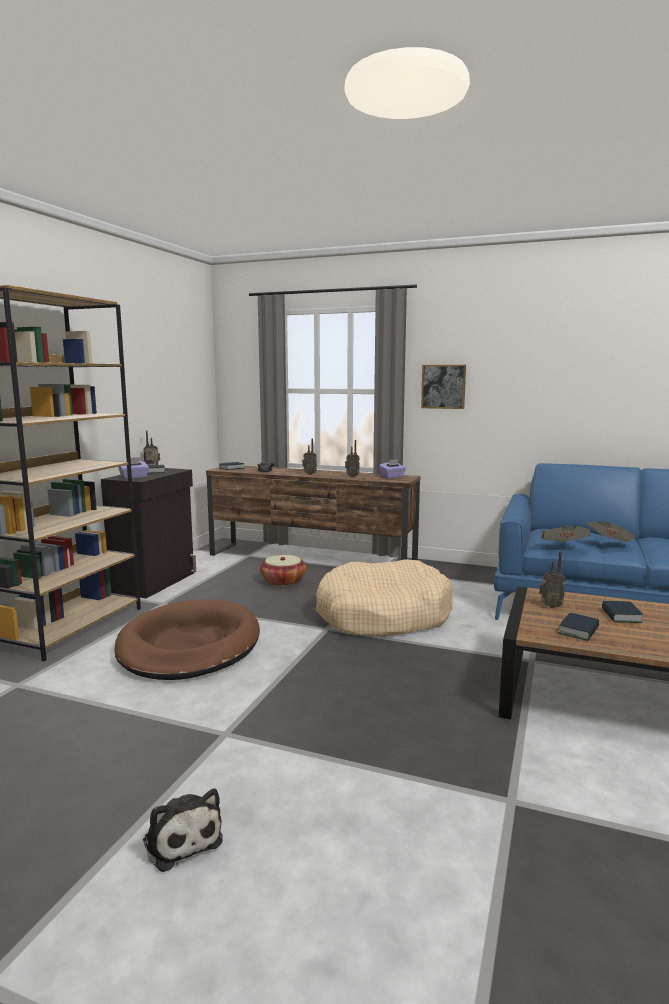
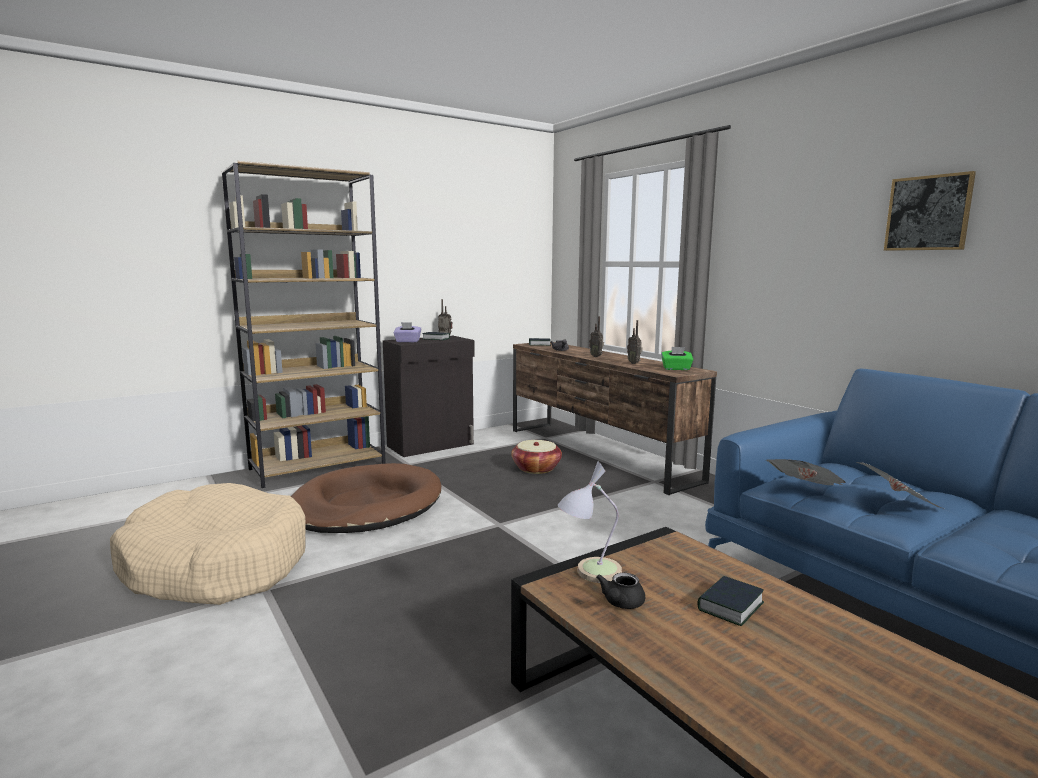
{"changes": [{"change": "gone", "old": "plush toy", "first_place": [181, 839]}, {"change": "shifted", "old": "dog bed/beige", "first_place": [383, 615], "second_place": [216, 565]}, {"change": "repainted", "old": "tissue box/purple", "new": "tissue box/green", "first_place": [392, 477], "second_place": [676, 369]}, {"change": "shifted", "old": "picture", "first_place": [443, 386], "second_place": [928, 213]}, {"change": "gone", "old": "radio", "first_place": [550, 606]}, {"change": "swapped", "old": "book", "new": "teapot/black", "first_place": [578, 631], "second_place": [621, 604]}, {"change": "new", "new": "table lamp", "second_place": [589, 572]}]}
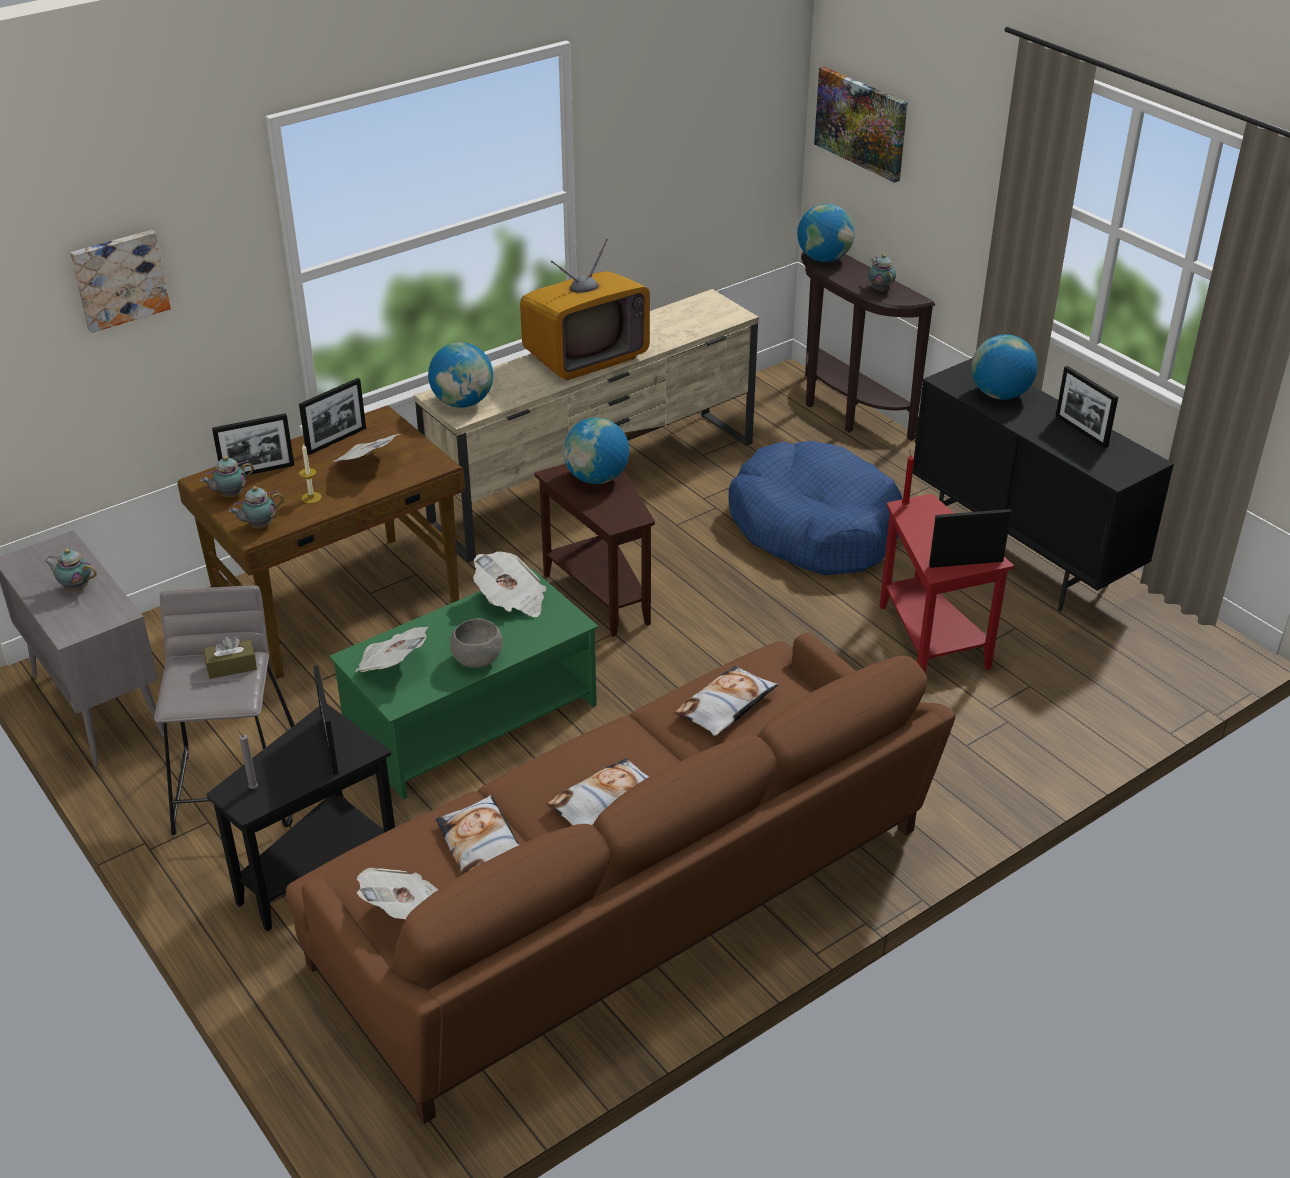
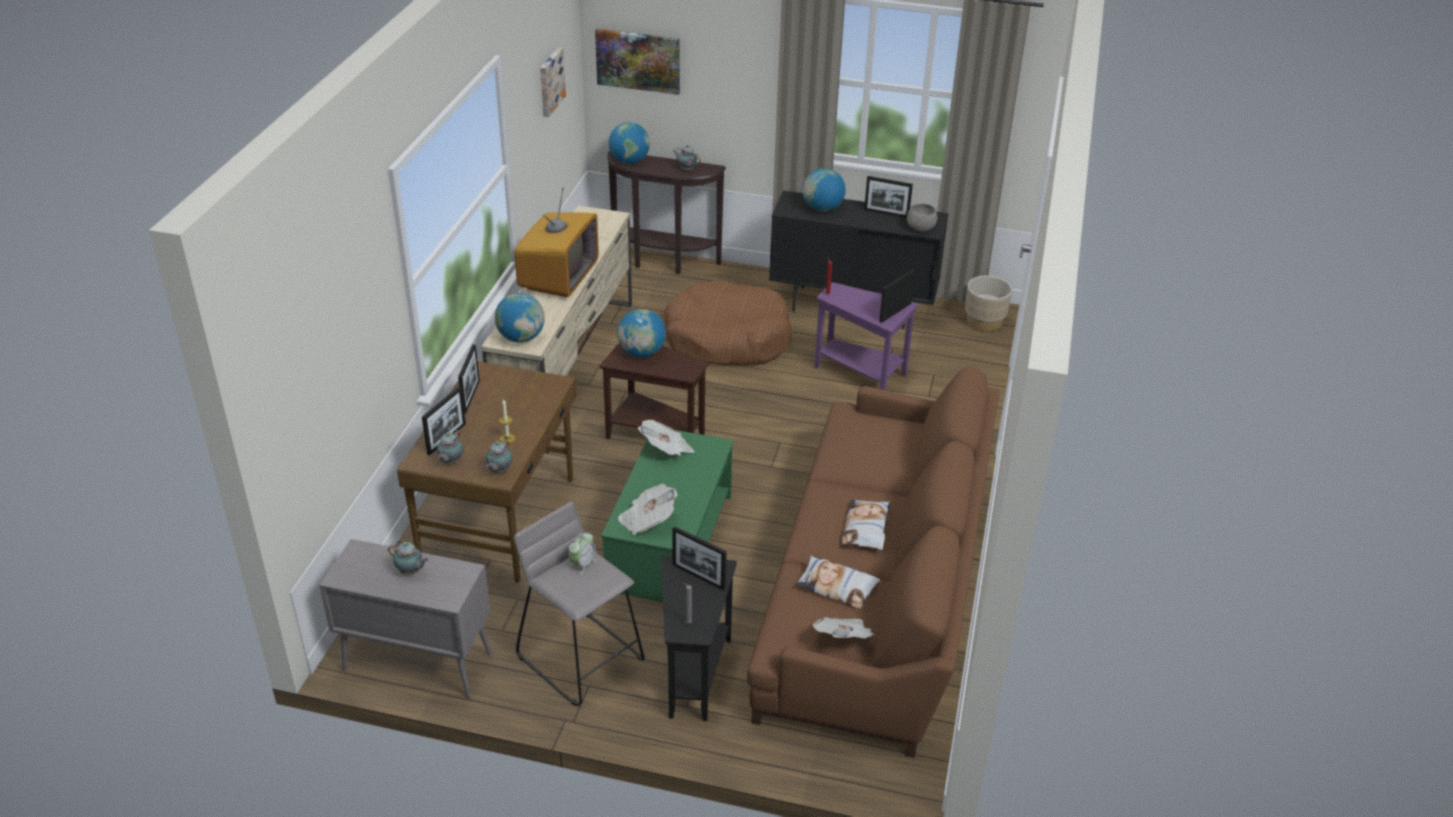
{"changes": [{"change": "rotated", "old": "teapot", "first_place": [75, 588], "second_place": [410, 572], "degrees": -135}, {"change": "shifted", "old": "picture", "first_place": [119, 279], "second_place": [550, 81]}, {"change": "swapped", "old": "tissue box/brown", "new": "alarm clock", "first_place": [231, 666], "second_place": [582, 564]}, {"change": "gone", "old": "newspaper", "first_place": [367, 464]}, {"change": "shifted", "old": "bowl/grey", "first_place": [476, 659], "second_place": [920, 228]}, {"change": "gone", "old": "pillow", "first_place": [726, 707]}, {"change": "repainted", "old": "dog bed/blue", "new": "dog bed/brown", "first_place": [814, 527], "second_place": [727, 339]}, {"change": "repainted", "old": "side table/red", "new": "side table/purple", "first_place": [929, 644], "second_place": [861, 376]}, {"change": "new", "new": "planter/beige", "second_place": [984, 322]}]}
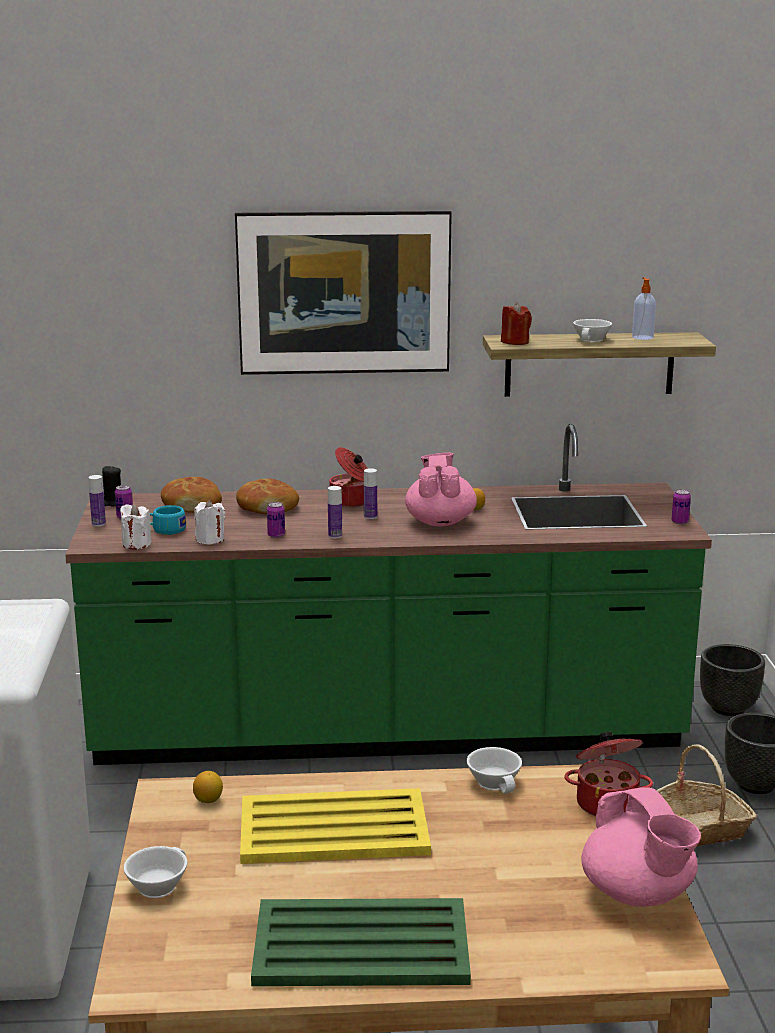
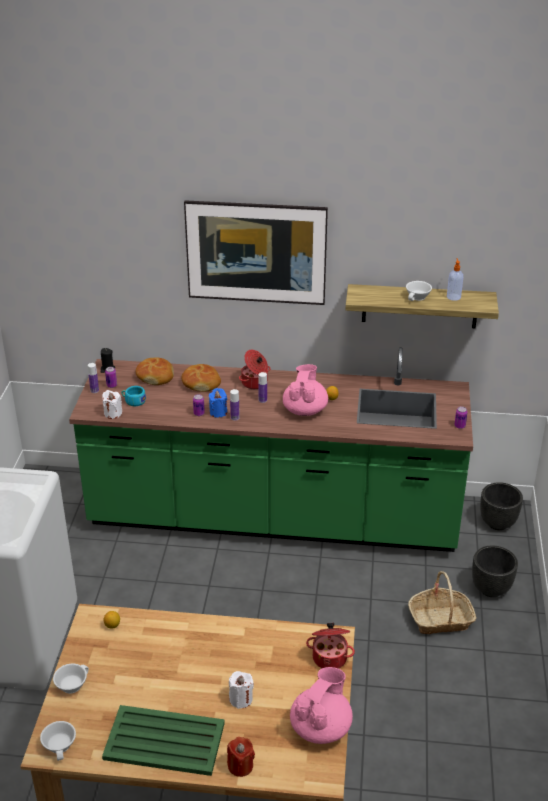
{"changes": [{"change": "shifted", "old": "candle/white", "first_place": [210, 539], "second_place": [241, 699]}, {"change": "gone", "old": "tray/yellow", "first_place": [331, 828]}, {"change": "shifted", "old": "cup/white", "first_place": [496, 782], "second_place": [61, 745]}, {"change": "shifted", "old": "candle/red", "first_place": [515, 342], "second_place": [240, 766]}, {"change": "rotated", "old": "teapot/pink", "first_place": [638, 894], "second_place": [321, 727], "degrees": -135}, {"change": "new", "new": "candle/blue", "second_place": [218, 412]}]}
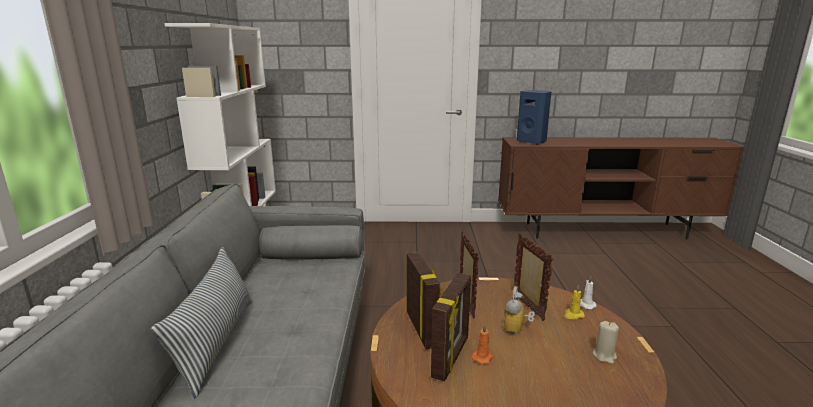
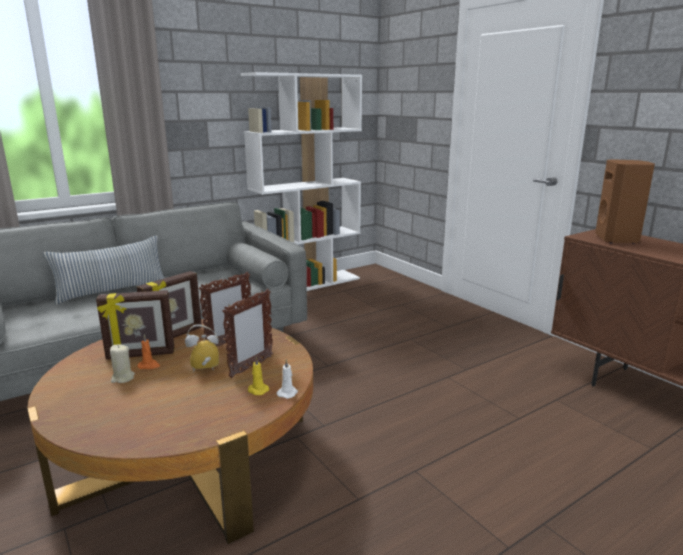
{"changes": [{"change": "repainted", "old": "speaker/blue", "new": "speaker/brown", "first_place": [532, 142], "second_place": [617, 239]}, {"change": "shifted", "old": "candle/beige", "first_place": [604, 355], "second_place": [122, 378]}]}
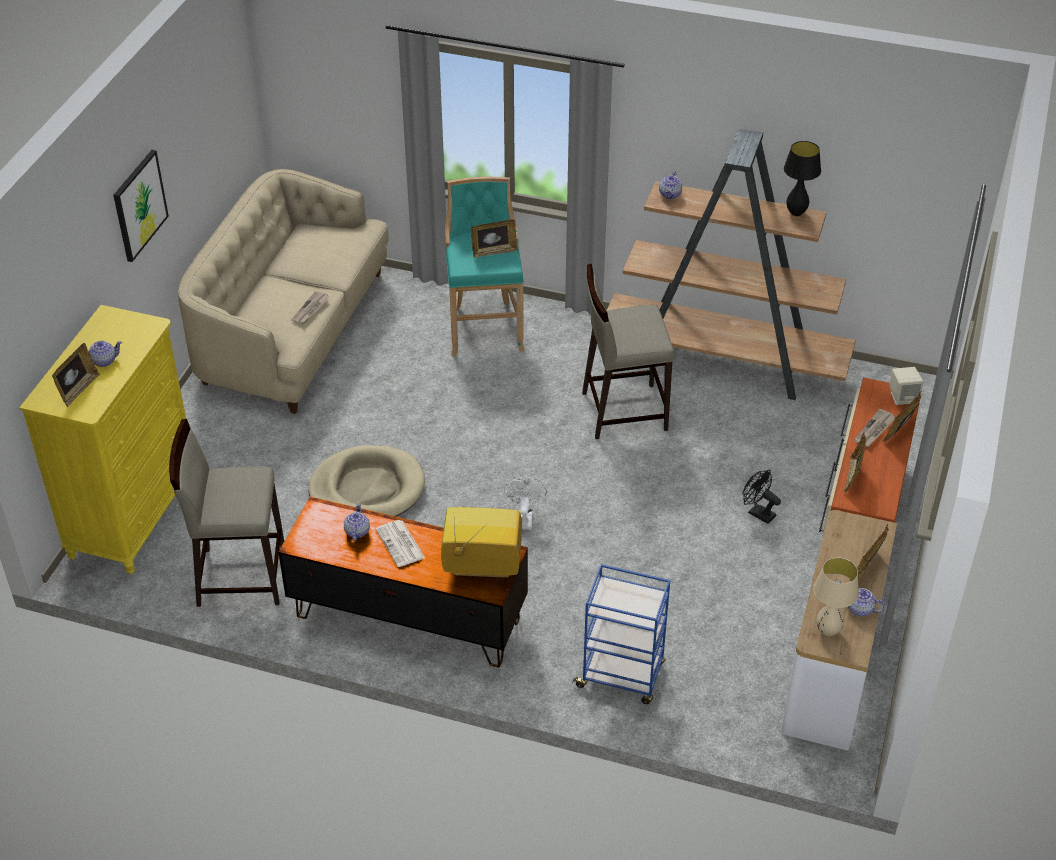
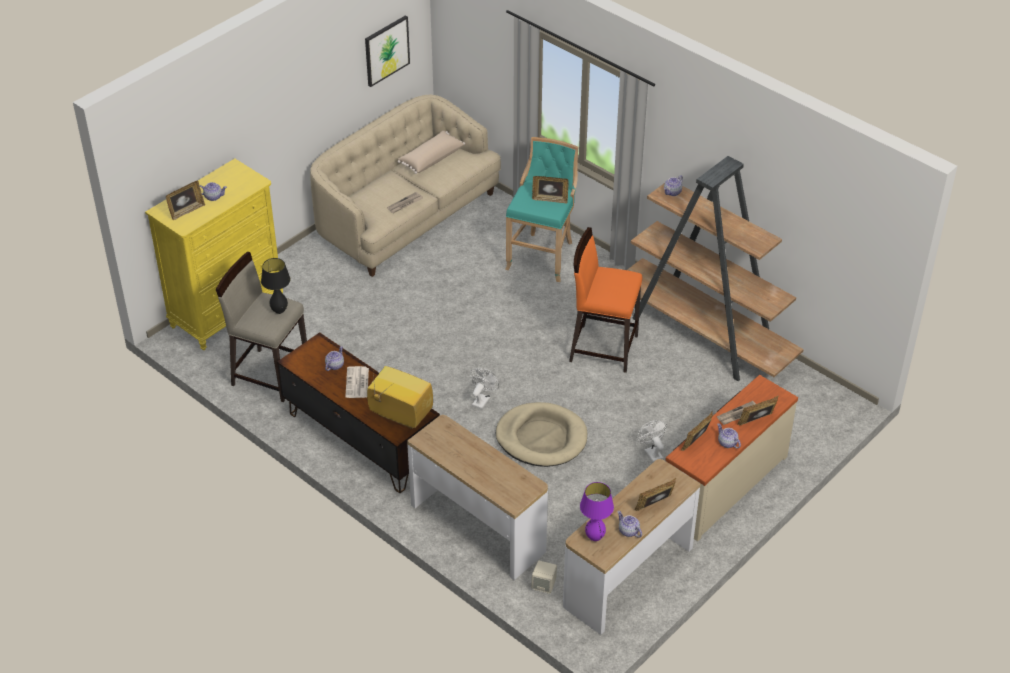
{"changes": [{"change": "shifted", "old": "picture", "first_place": [139, 205], "second_place": [386, 50]}, {"change": "shifted", "old": "dog bed/beige", "first_place": [367, 489], "second_place": [541, 438]}, {"change": "swapped", "old": "cart/blue", "new": "console table", "first_place": [621, 675], "second_place": [478, 528]}, {"change": "repainted", "old": "stool/beige", "new": "stool/orange", "first_place": [623, 411], "second_place": [603, 348]}, {"change": "repainted", "old": "fan/black", "new": "fan/white", "first_place": [758, 513], "second_place": [651, 452]}, {"change": "shifted", "old": "table lamp/black", "first_place": [796, 213], "second_place": [279, 311]}, {"change": "repainted", "old": "table lamp/beige", "new": "table lamp/purple", "first_place": [827, 631], "second_place": [594, 537]}, {"change": "shifted", "old": "speaker/beige", "first_place": [903, 397], "second_place": [544, 585]}, {"change": "new", "new": "pillow/beige", "second_place": [431, 158]}, {"change": "new", "new": "teapot", "second_place": [727, 443]}]}
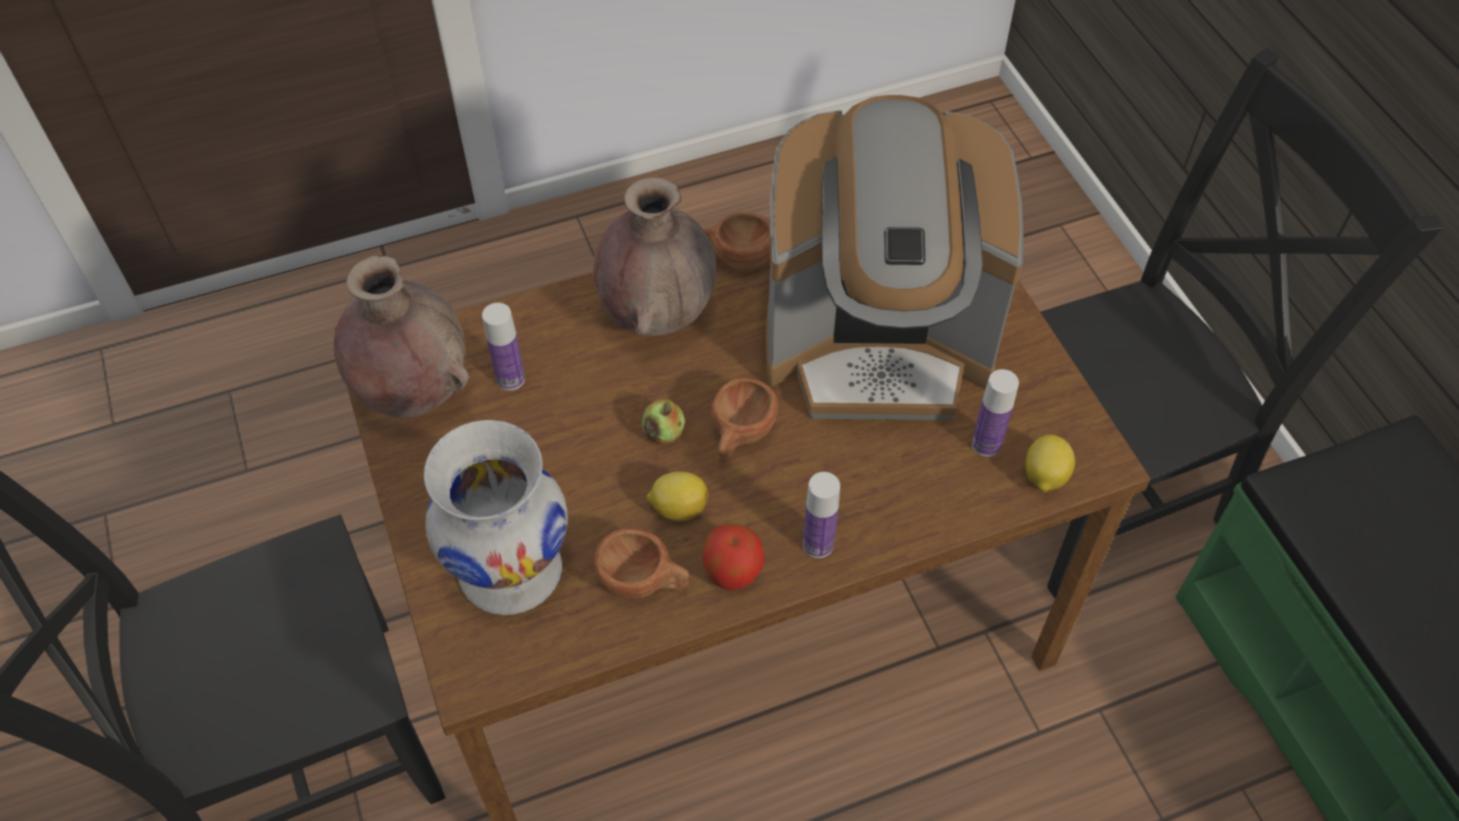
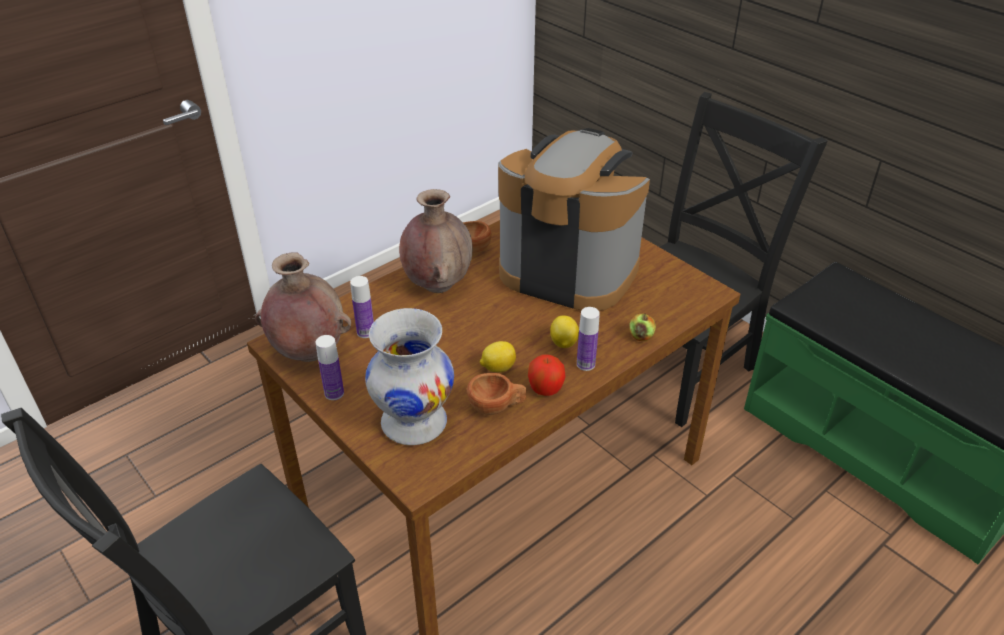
{"changes": [{"change": "shifted", "old": "apple", "first_place": [664, 433], "second_place": [641, 336]}, {"change": "gone", "old": "cup/brown", "first_place": [739, 436]}, {"change": "rotated", "old": "coffee machine", "first_place": [877, 346], "second_place": [567, 270], "degrees": -135}, {"change": "shifted", "old": "bottle", "first_place": [986, 444], "second_place": [334, 393]}, {"change": "shifted", "old": "lemon", "first_place": [1044, 477], "second_place": [563, 343]}]}
